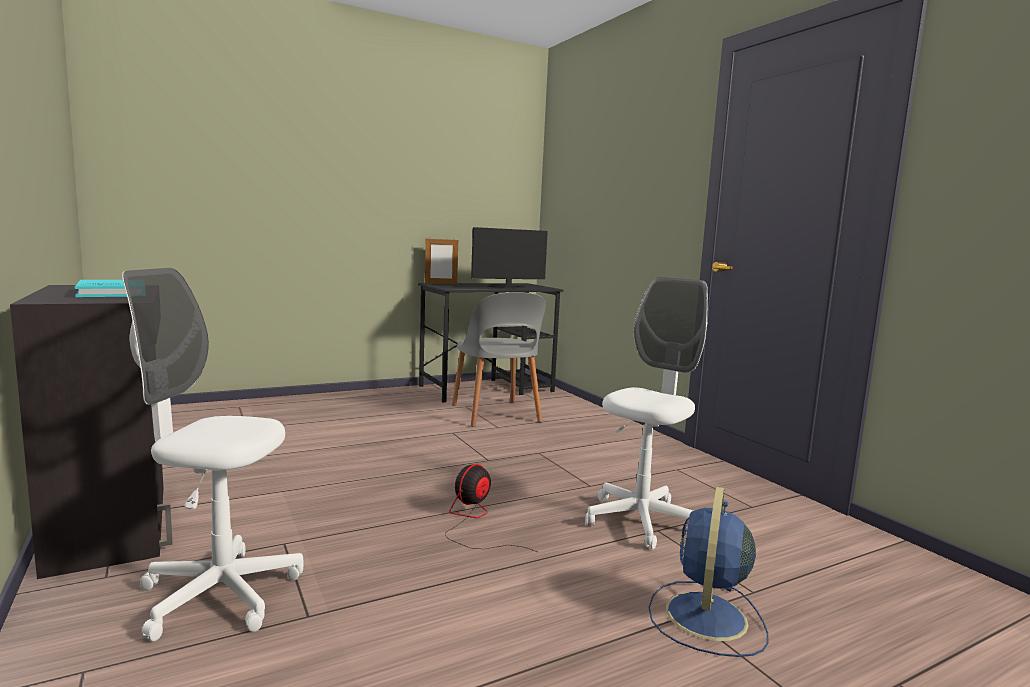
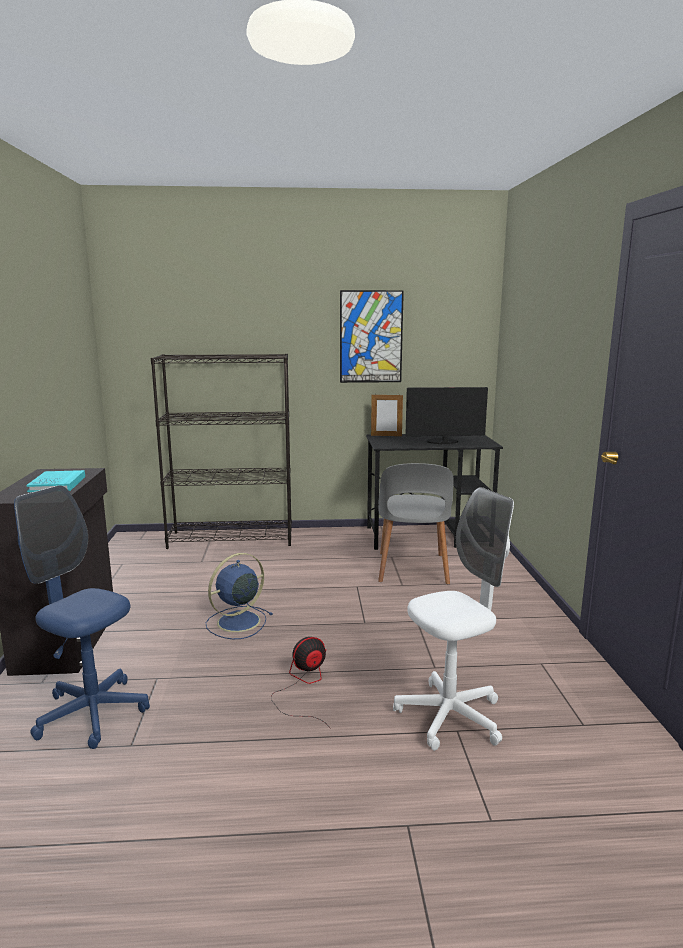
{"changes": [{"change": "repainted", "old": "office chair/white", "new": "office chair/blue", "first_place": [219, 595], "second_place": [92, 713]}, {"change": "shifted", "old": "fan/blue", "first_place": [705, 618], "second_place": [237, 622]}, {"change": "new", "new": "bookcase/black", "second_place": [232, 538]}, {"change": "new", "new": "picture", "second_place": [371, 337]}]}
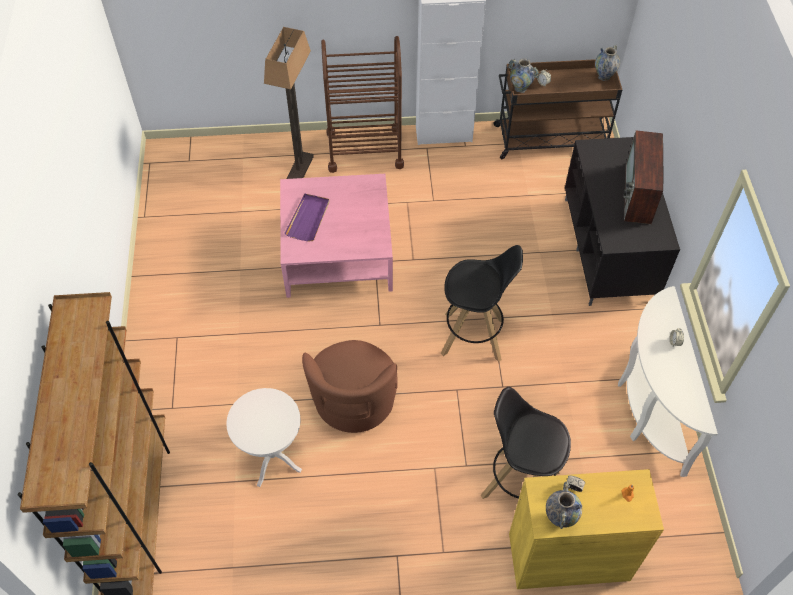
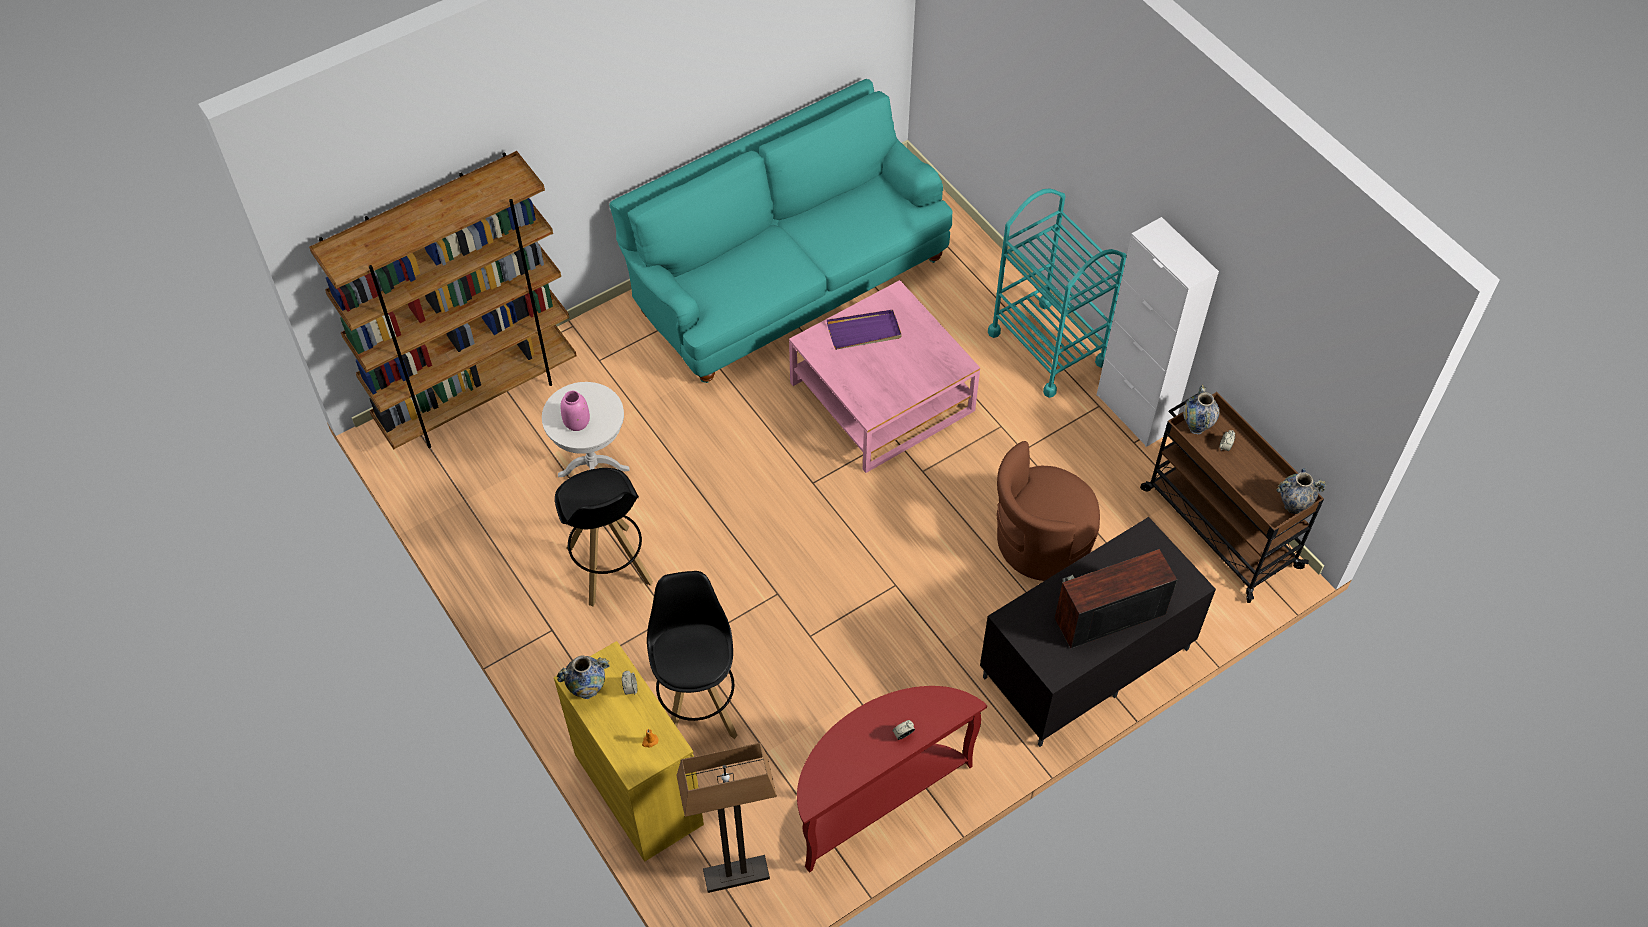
{"changes": [{"change": "shifted", "old": "floor lamp", "first_place": [300, 169], "second_place": [736, 875]}, {"change": "shifted", "old": "armchair/brown", "first_place": [353, 402], "second_place": [1040, 543]}, {"change": "repainted", "old": "cart/brown", "new": "cart/turquoise", "first_place": [364, 149], "second_place": [1047, 348]}, {"change": "shifted", "old": "stool/black", "first_place": [474, 337], "second_place": [609, 566]}, {"change": "repainted", "old": "console table/white", "new": "console table/red", "first_place": [647, 408], "second_place": [876, 797]}, {"change": "new", "new": "vase/pink", "second_place": [576, 422]}, {"change": "new", "new": "sofa/turquoise", "second_place": [787, 282]}]}
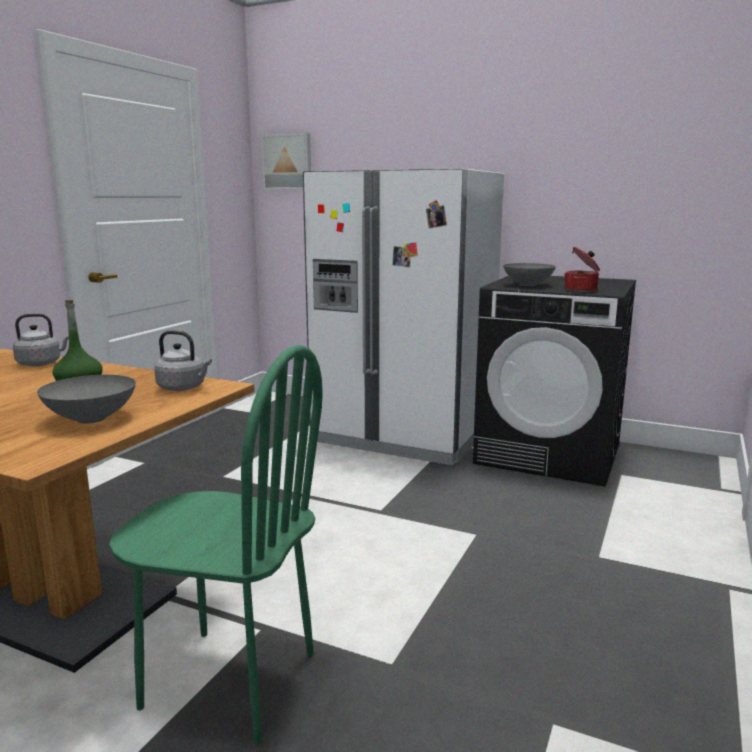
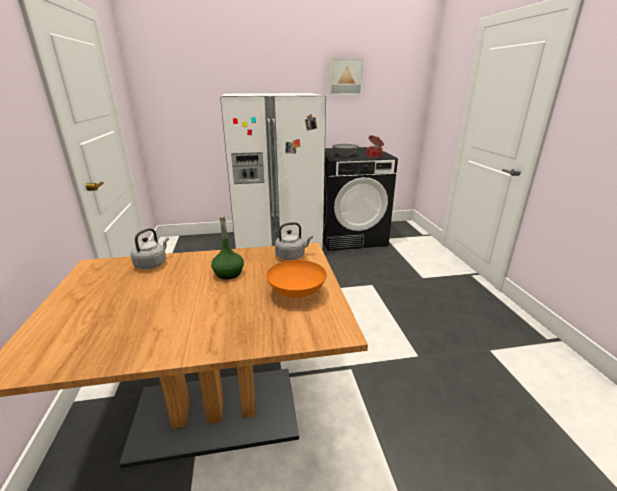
{"changes": [{"change": "repainted", "old": "bowl/grey", "new": "bowl/orange", "first_place": [91, 419], "second_place": [297, 293]}, {"change": "gone", "old": "chair/green", "first_place": [229, 681]}, {"change": "shifted", "old": "picture", "first_place": [288, 162], "second_place": [345, 76]}]}
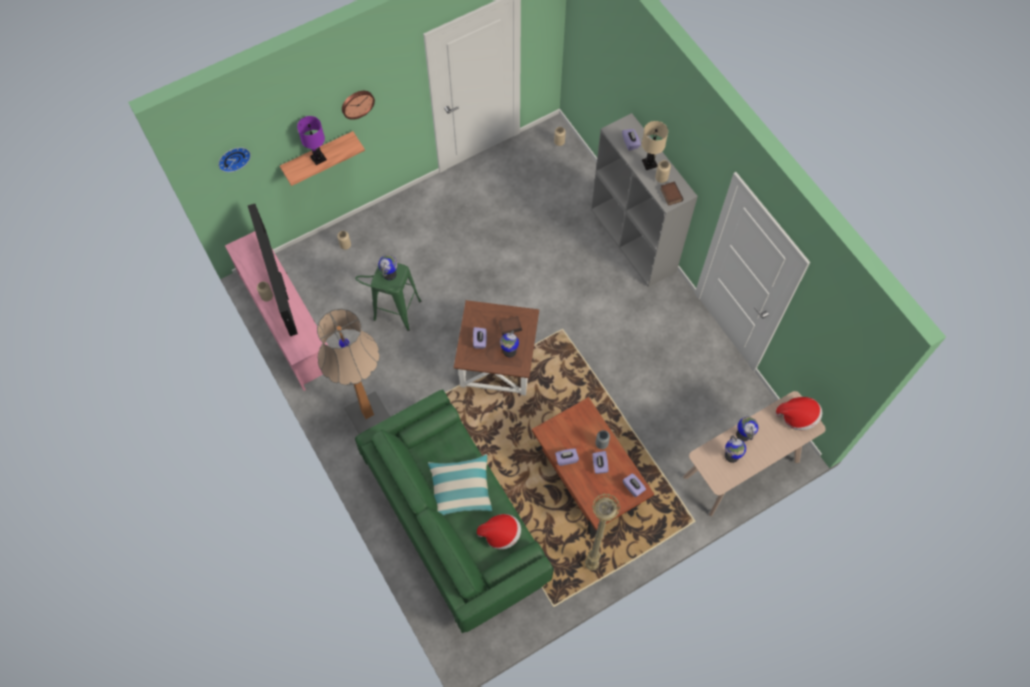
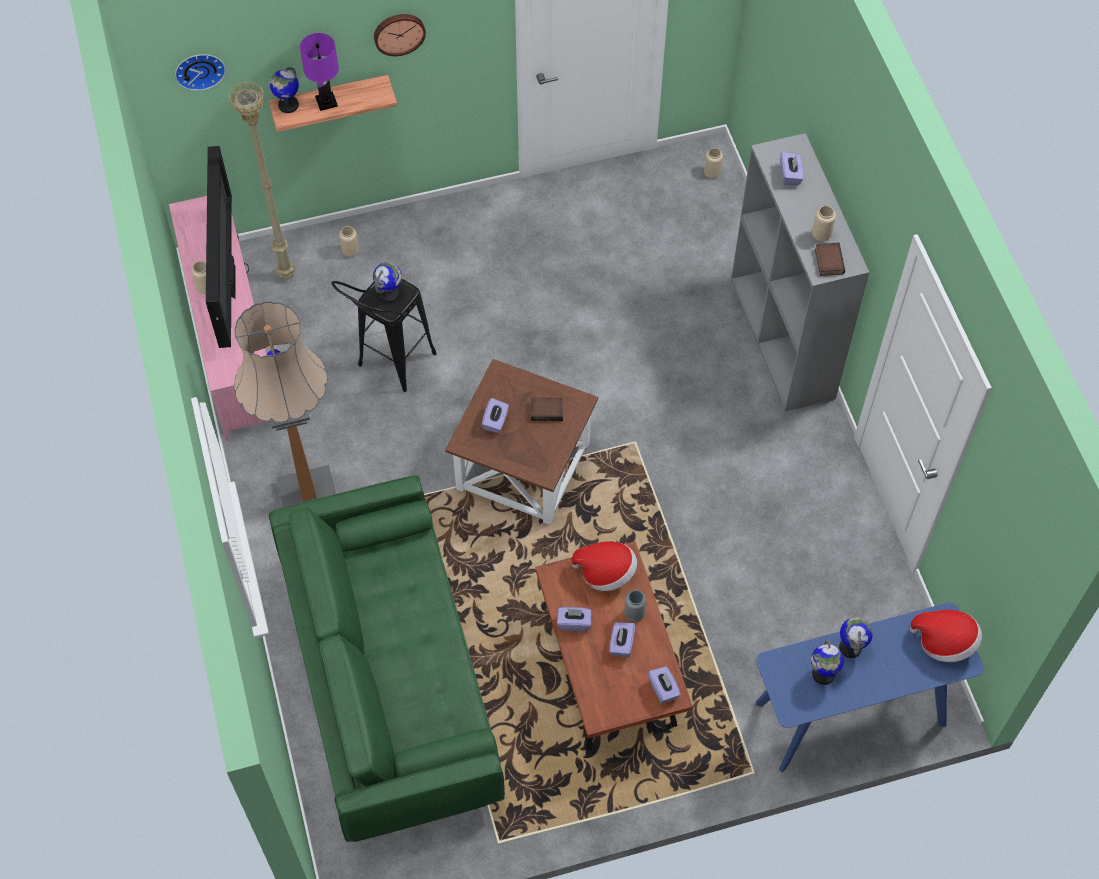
{"changes": [{"change": "repainted", "old": "stool/green", "new": "stool/black", "first_place": [394, 317], "second_place": [390, 368]}, {"change": "gone", "old": "pillow", "first_place": [460, 489]}, {"change": "shifted", "old": "hat", "first_place": [500, 534], "second_place": [606, 572]}, {"change": "shifted", "old": "globe", "first_place": [509, 351], "second_place": [288, 105]}, {"change": "shifted", "old": "floor lamp/beige", "first_place": [590, 565], "second_place": [285, 275]}, {"change": "gone", "old": "table lamp/beige", "first_place": [649, 164]}, {"change": "repainted", "old": "console table/beige", "new": "console table/blue", "first_place": [741, 469], "second_place": [850, 714]}]}
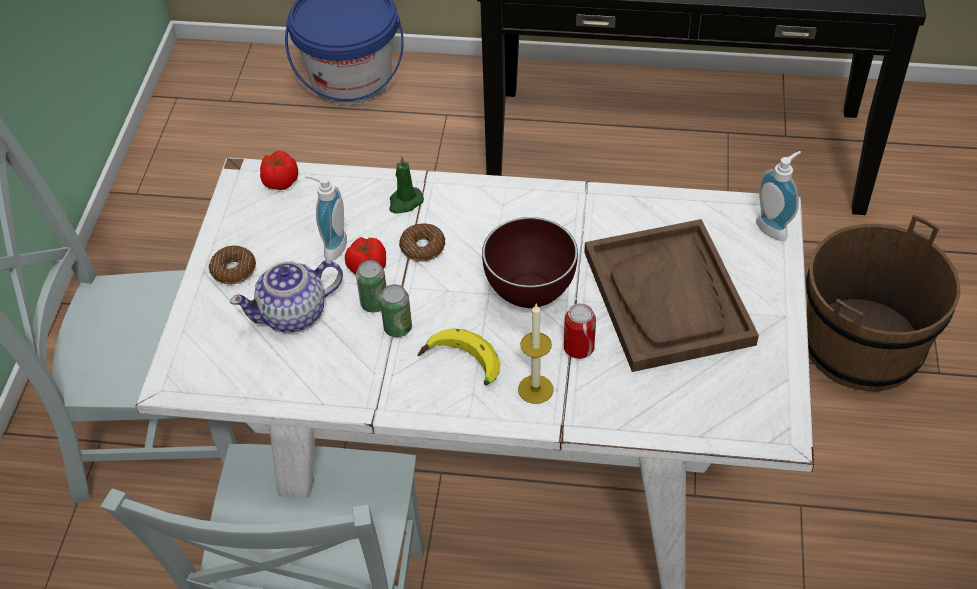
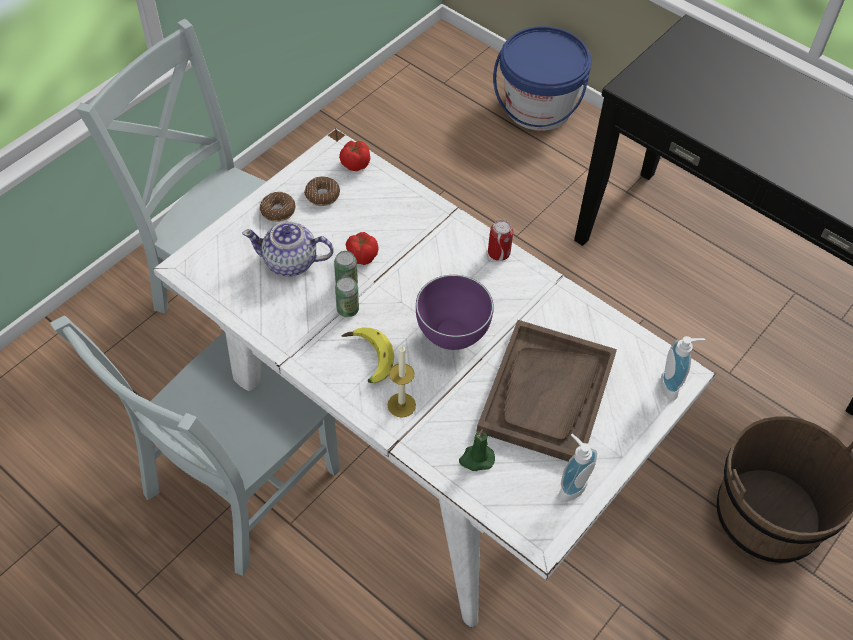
{"changes": [{"change": "shifted", "old": "soap dispenser", "first_place": [331, 246], "second_place": [569, 486]}, {"change": "shifted", "old": "candle/green", "first_place": [405, 202], "second_place": [476, 459]}, {"change": "shifted", "old": "donut", "first_place": [422, 247], "second_place": [322, 195]}, {"change": "repainted", "old": "bowl/brown", "new": "bowl/purple", "first_place": [529, 298], "second_place": [450, 338]}, {"change": "shifted", "old": "can", "first_place": [578, 348], "second_place": [498, 253]}]}
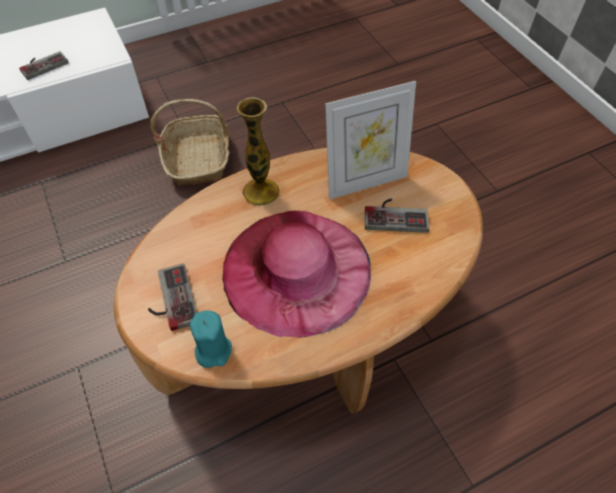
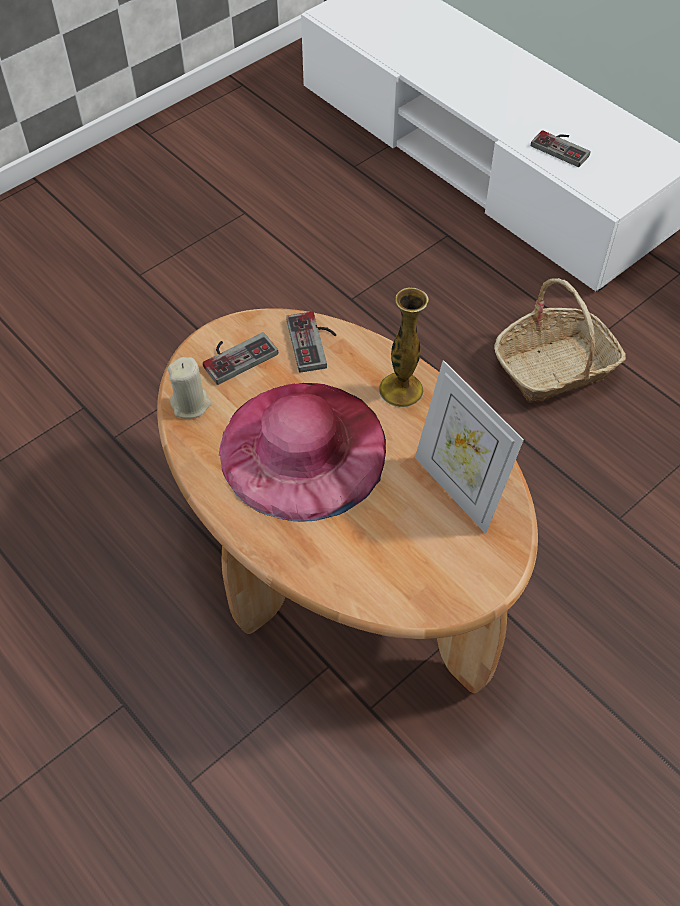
{"changes": [{"change": "repainted", "old": "candle/turquoise", "new": "candle/beige", "first_place": [213, 350], "second_place": [191, 404]}, {"change": "shifted", "old": "game controller", "first_place": [395, 215], "second_place": [315, 342]}]}
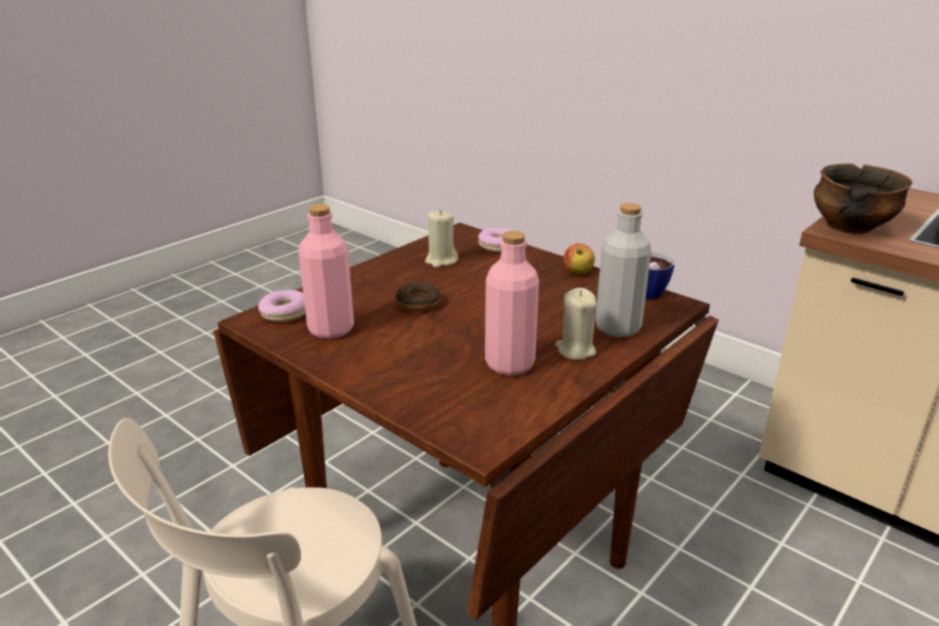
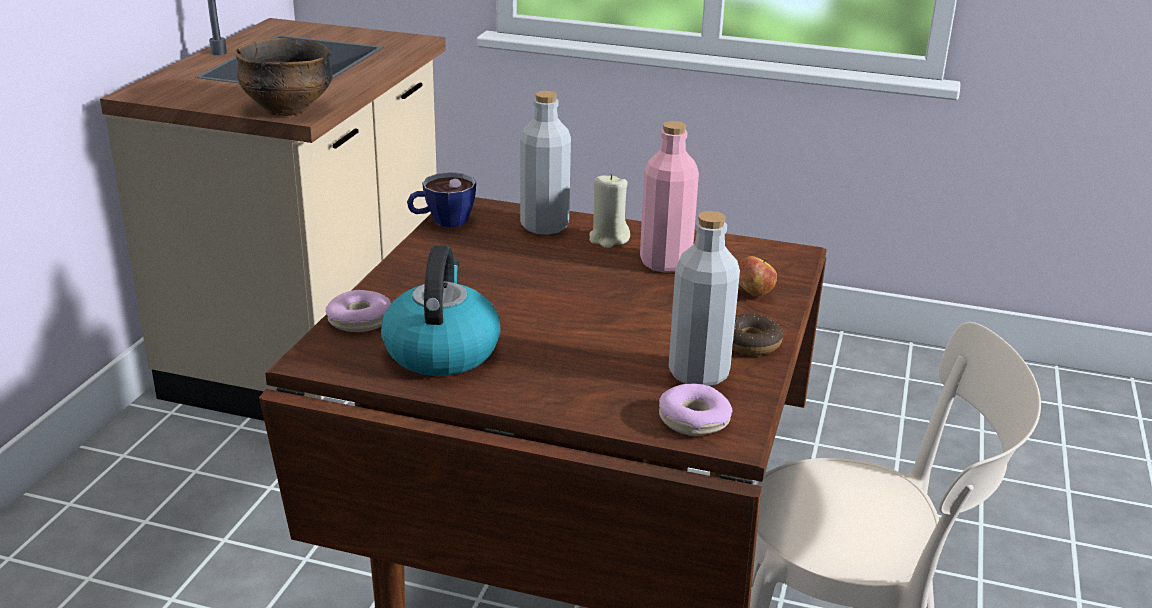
{"changes": [{"change": "repainted", "old": "bottle/pink", "new": "bottle/grey", "first_place": [331, 329], "second_place": [698, 374]}, {"change": "shifted", "old": "donut", "first_place": [418, 303], "second_place": [750, 343]}, {"change": "swapped", "old": "candle/beige", "new": "kettle", "first_place": [441, 261], "second_place": [441, 350]}, {"change": "shifted", "old": "apple", "first_place": [578, 272], "second_place": [753, 293]}]}
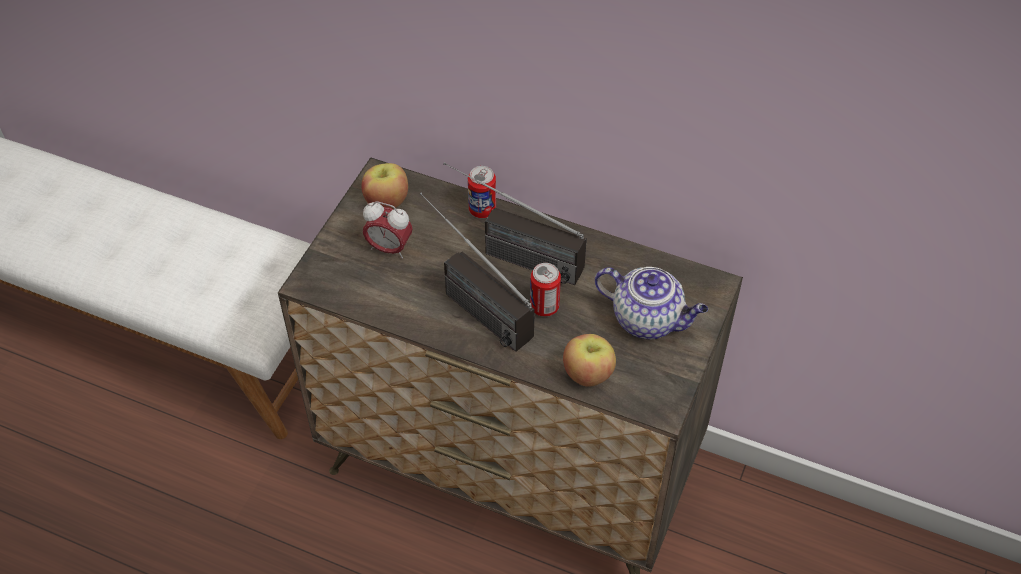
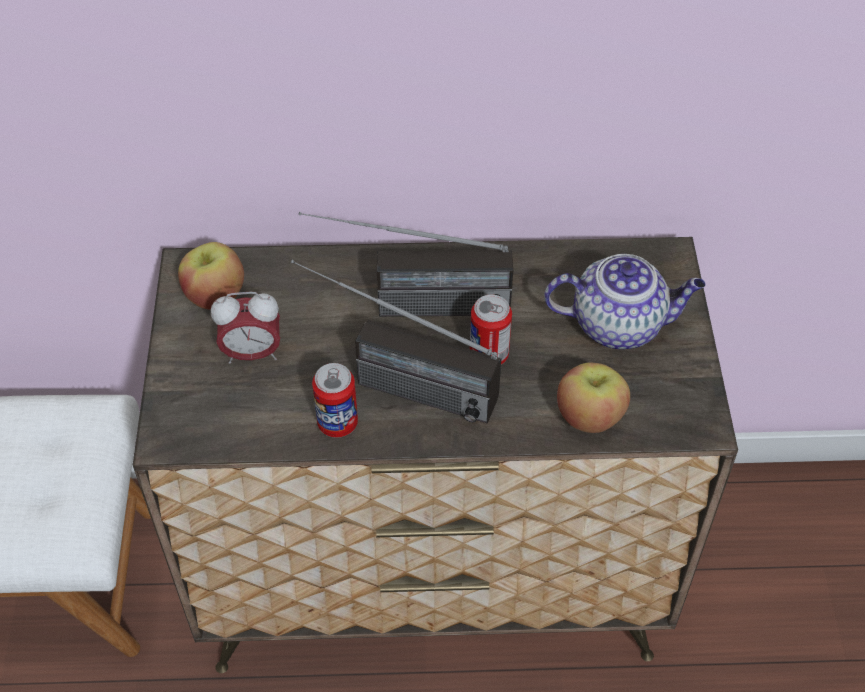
{"changes": [{"change": "shifted", "old": "can", "first_place": [482, 210], "second_place": [337, 423]}]}
